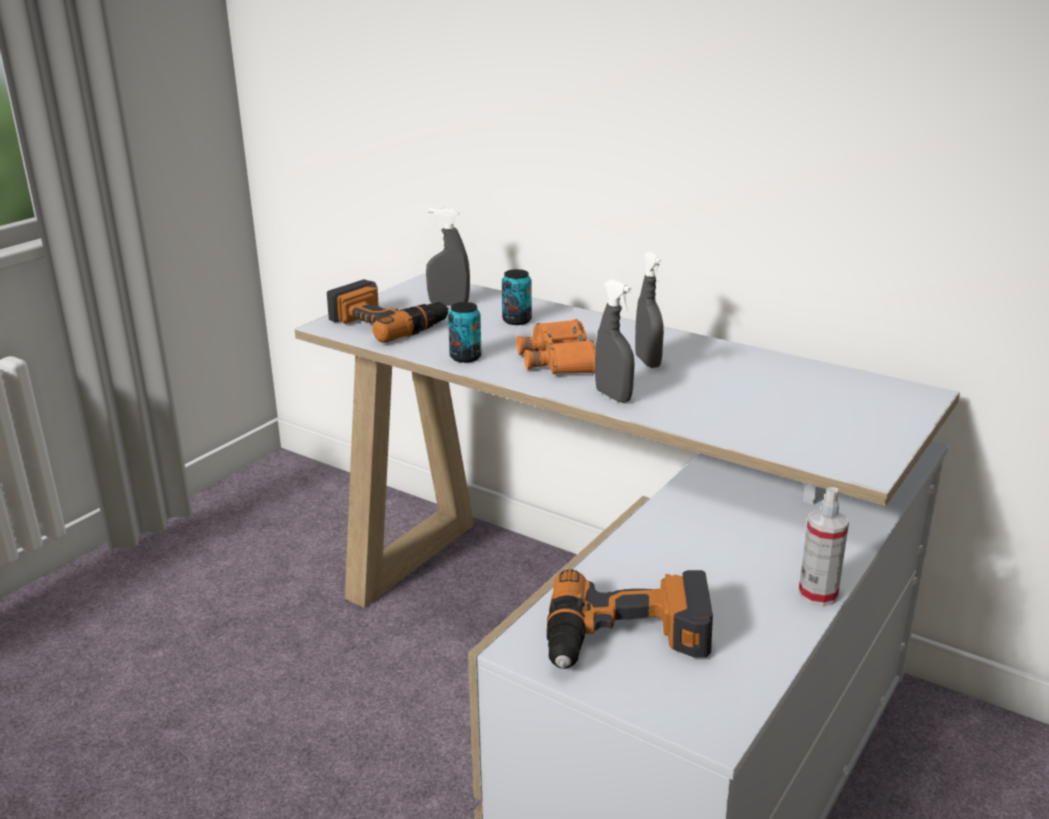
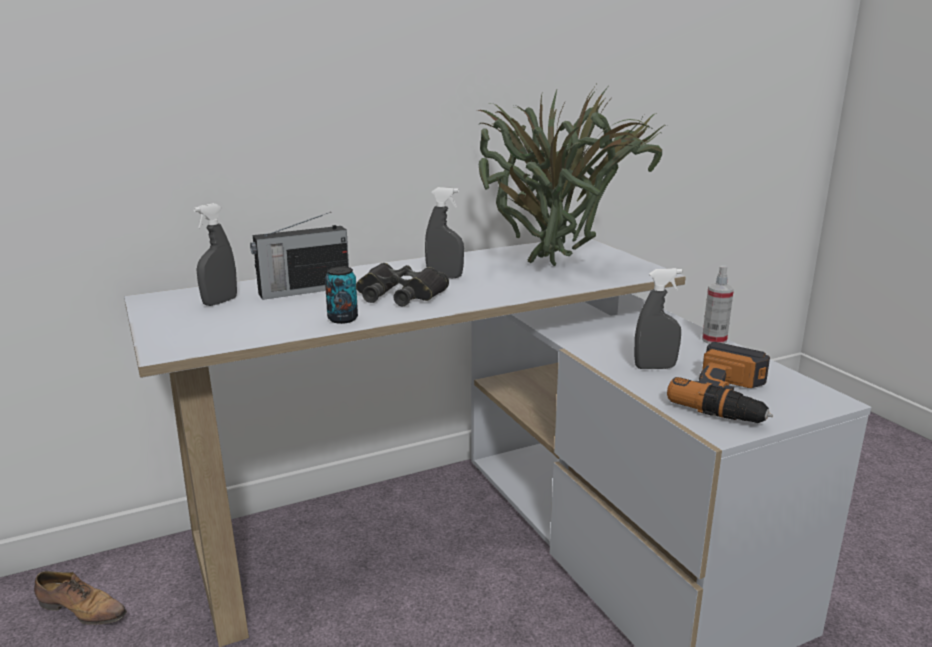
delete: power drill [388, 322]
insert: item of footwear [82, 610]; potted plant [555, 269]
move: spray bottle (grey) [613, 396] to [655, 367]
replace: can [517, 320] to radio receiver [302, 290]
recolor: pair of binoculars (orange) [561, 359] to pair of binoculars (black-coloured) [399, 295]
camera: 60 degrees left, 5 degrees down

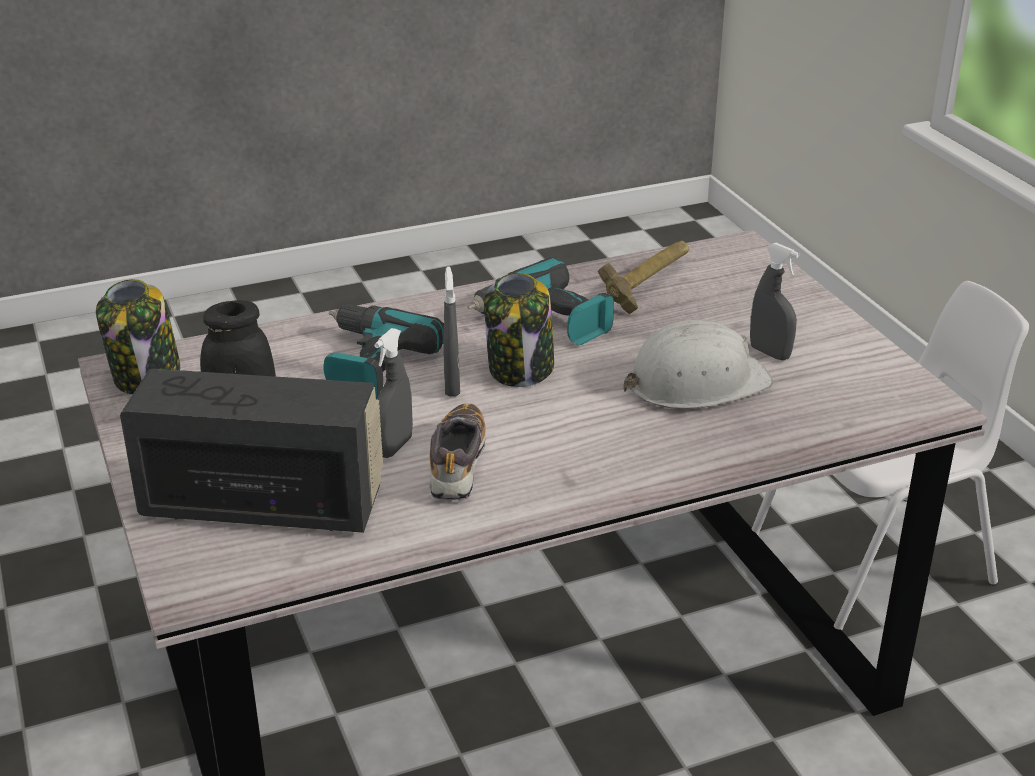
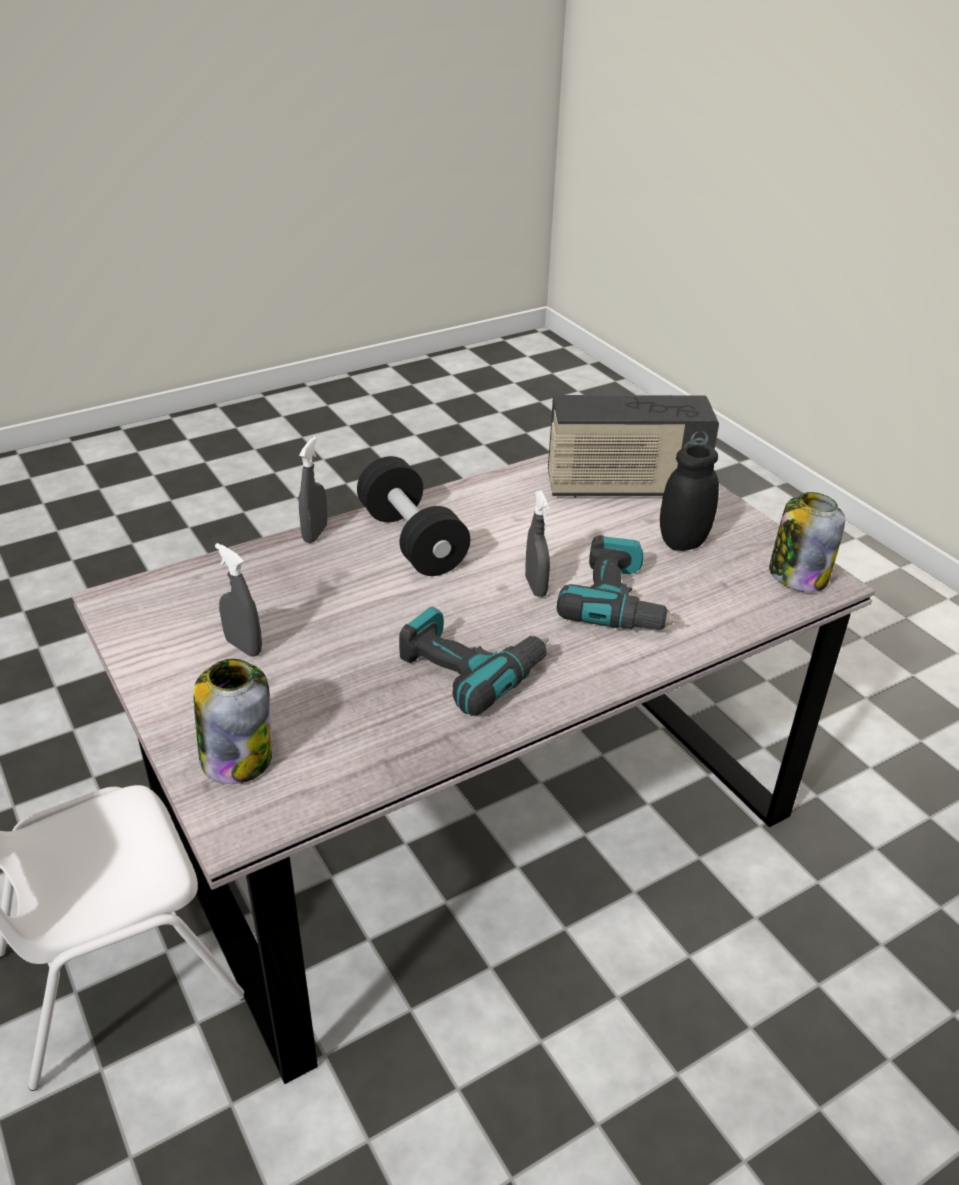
delete: item of footwear [457, 466]; tool hammer [648, 287]; safety helmet (whitish) [695, 383]
insert: free weight (black-coloured) [412, 540]
move: jar [521, 369] to [237, 756]; spray bottle (grey) [394, 447] to [315, 533]
camera: 170 degrees right, 5 degrees up

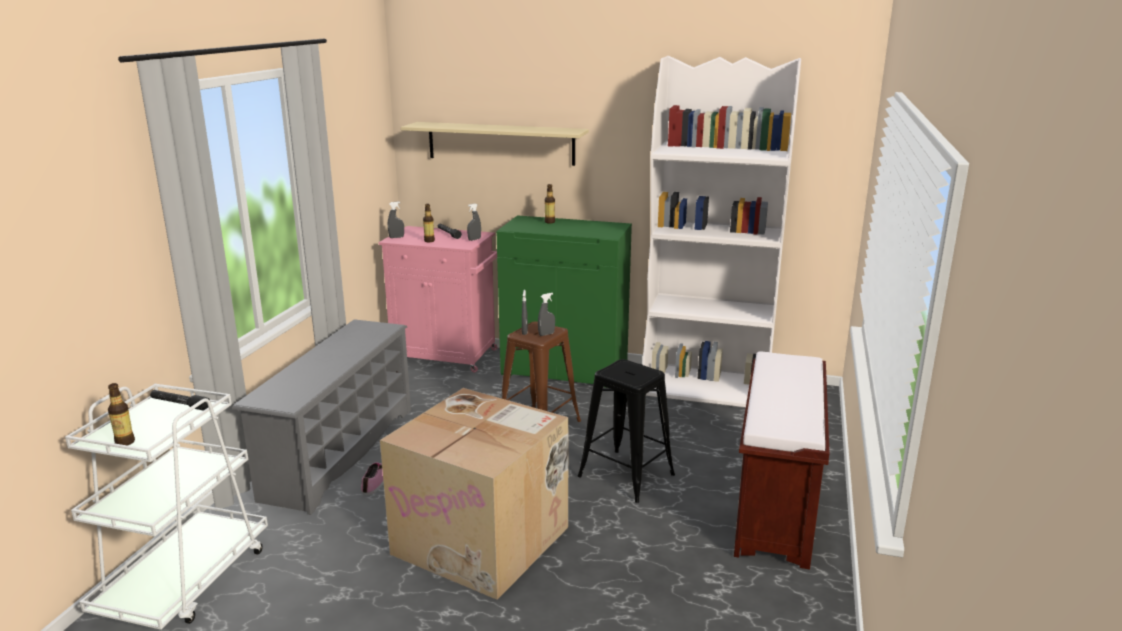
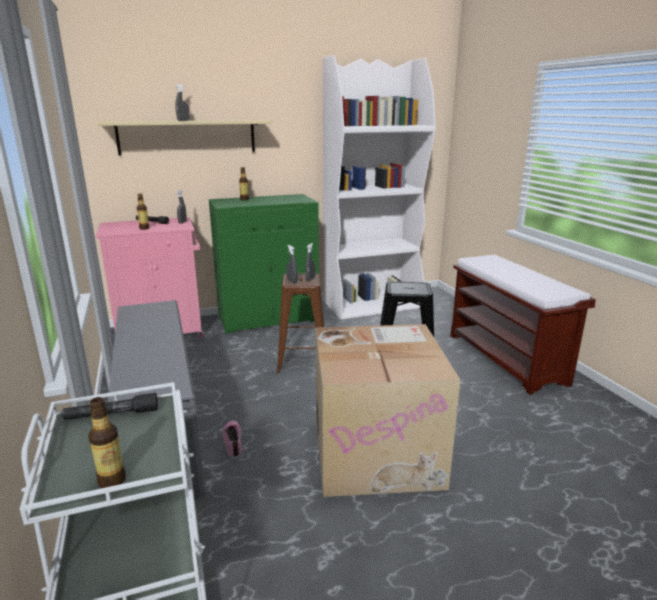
move: spray bottle (grey) [396, 237] to [183, 120]
camera: 35 degrees left, 0 degrees up

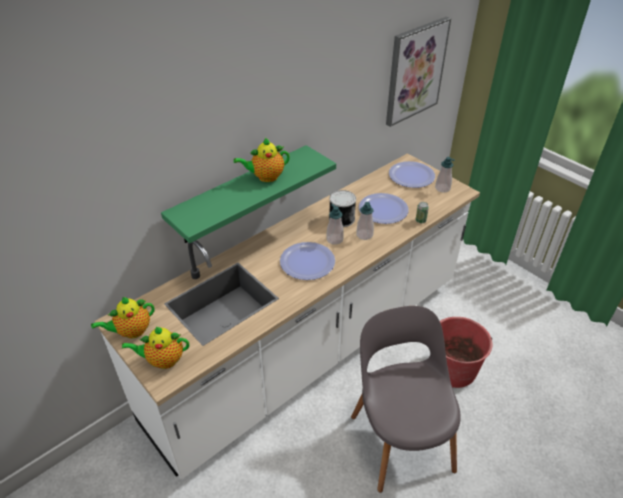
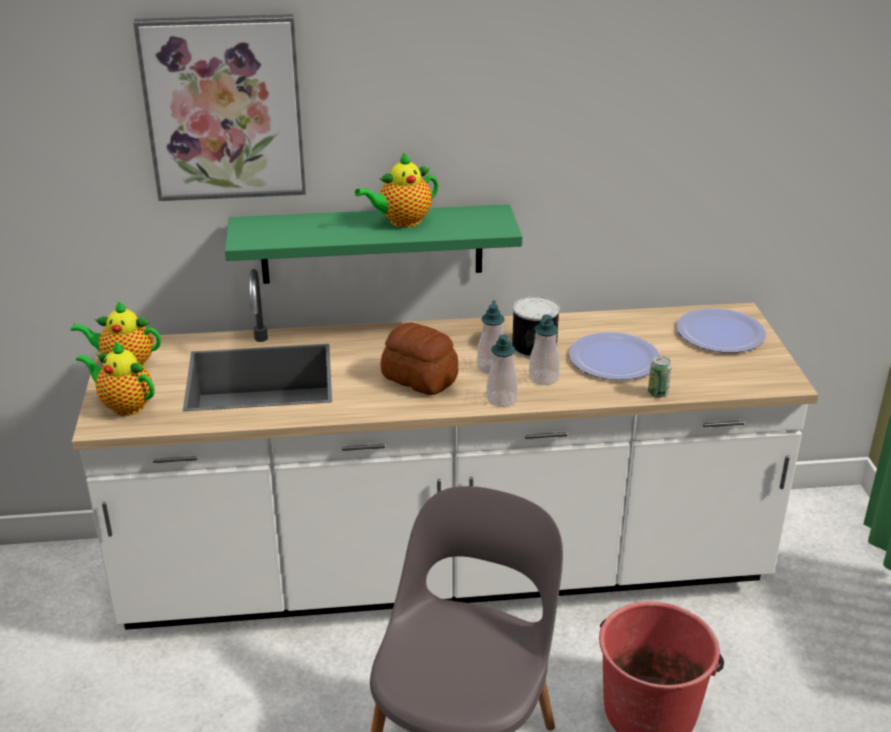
move: picture [415, 71] to [224, 108]; soap bottle [442, 188] to [501, 399]
replace: flat dish [307, 262] to bakery bread [419, 377]
rotate: tea pot [265, 177] = [402, 221] 45 degrees counterclockwise
camera: 35 degrees right, 10 degrees down

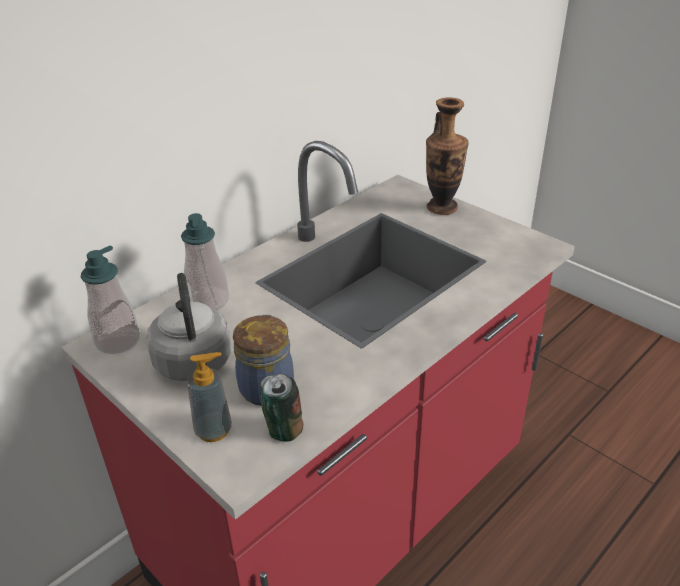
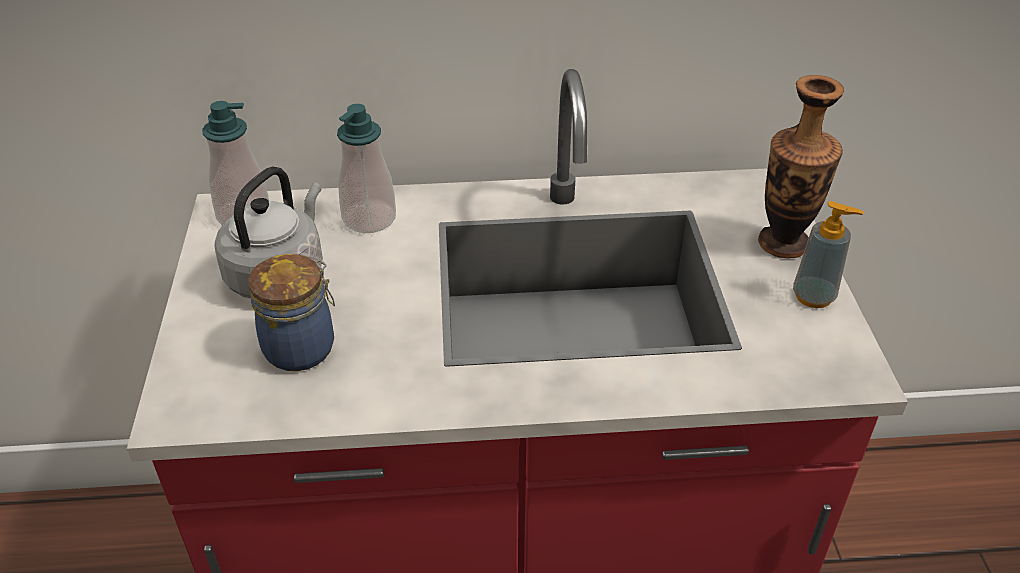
delete: can [283, 430]
move: soap bottle [213, 430] to [813, 296]
camera: 40 degrees right, 5 degrees up

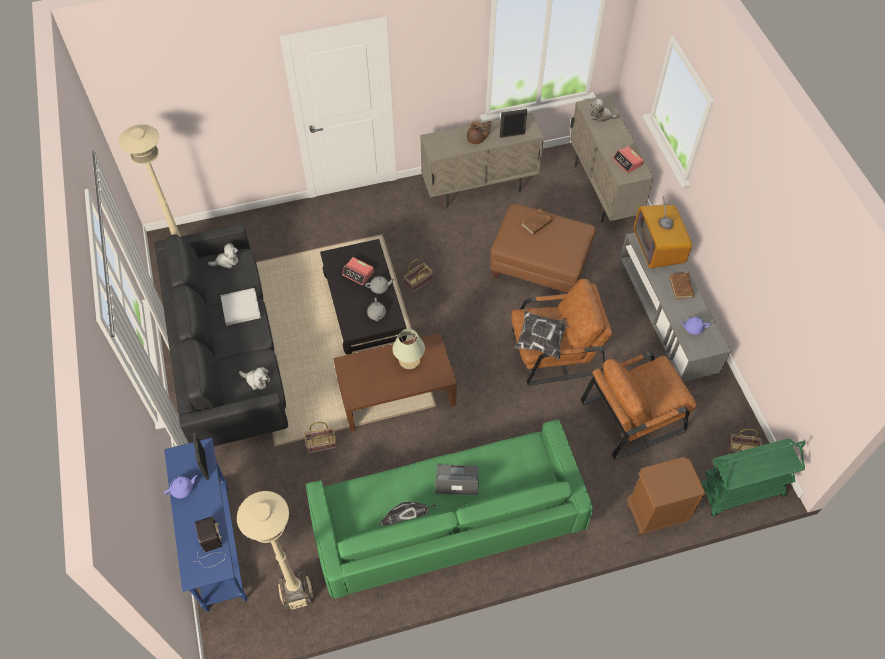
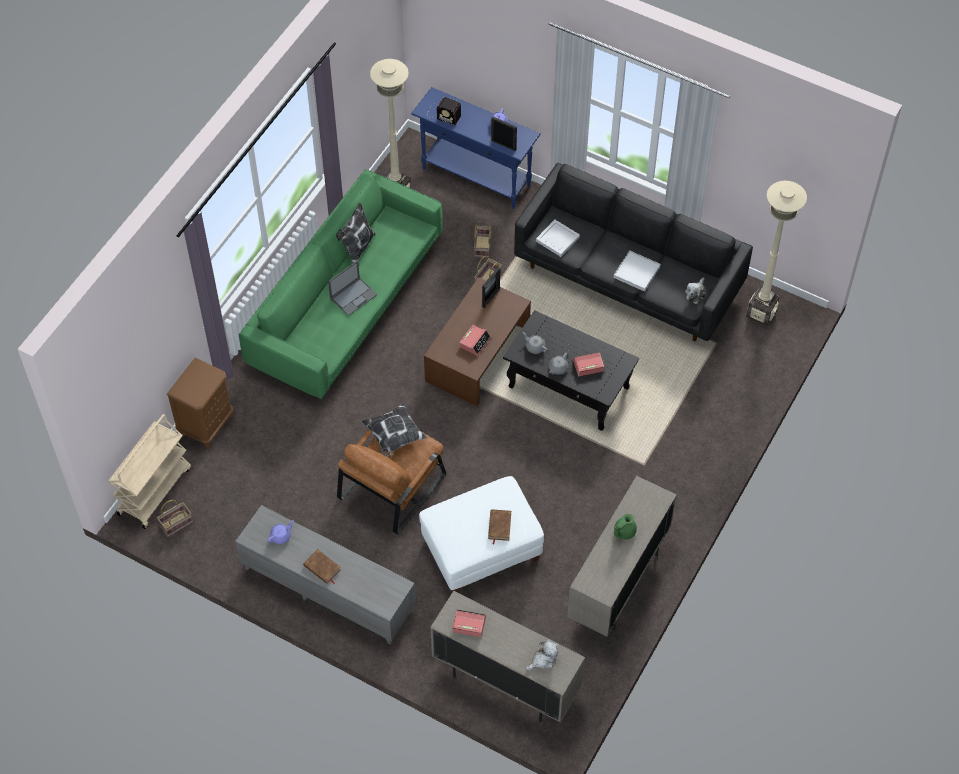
delete: lounge chair (brownish) [634, 415]; TV [658, 248]
move: storage basket [418, 283] to [482, 246]; photo frame [512, 135] to [491, 297]
replace: lamp for a table (sand-coloured) [409, 360] to table clock [475, 342]; soft toy [257, 380] to carrying tray (whitish) [558, 239]
recolor: trolley (green) [740, 491] to trolley (sand-coloured) [154, 490]; footrest (brownish) [539, 267] to footrest (whitish) [481, 550]; tea pot (brownish) [476, 139] to tea pot (green) [623, 532]
camera: 135 degrees right, 0 degrees up

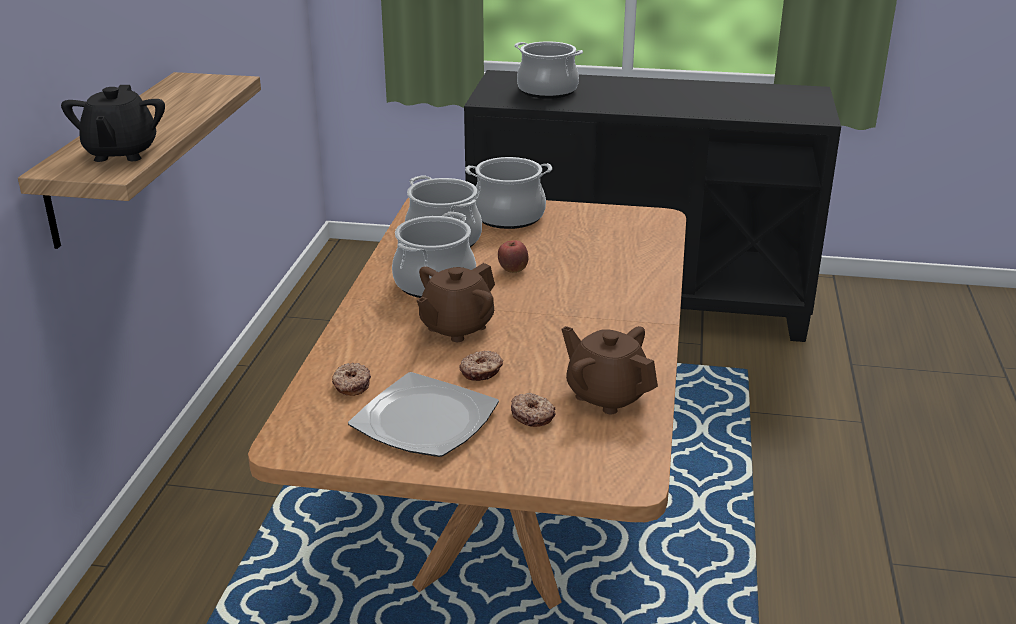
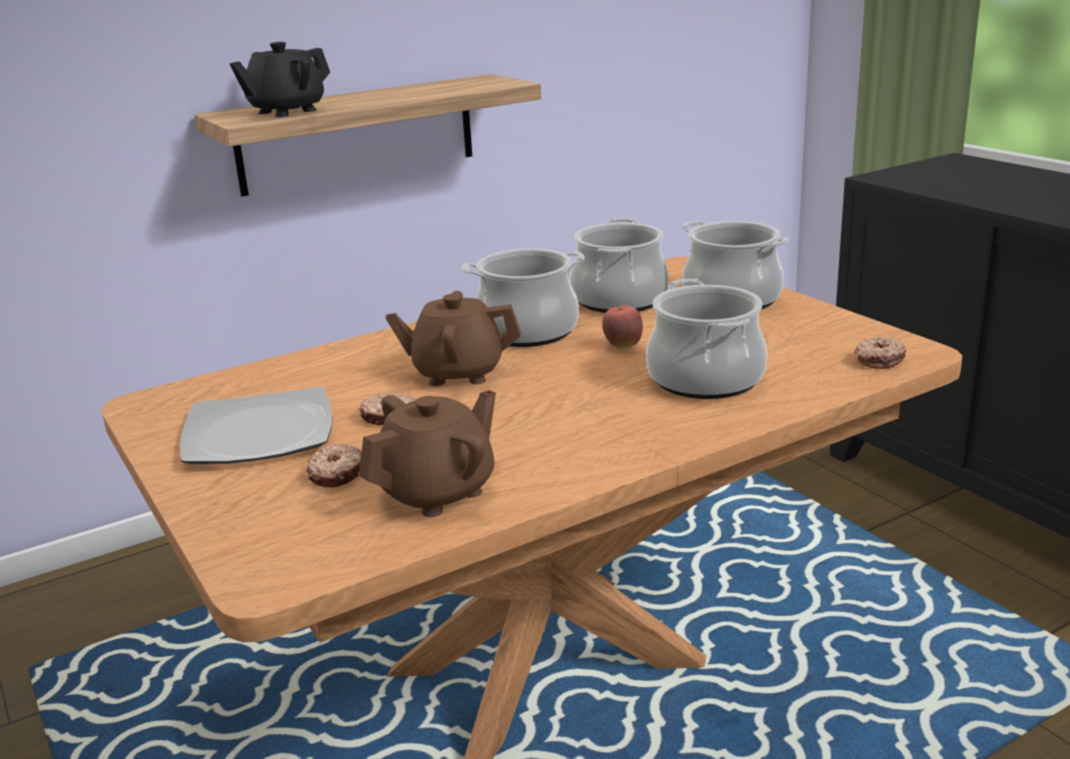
move: cooking pot [547, 91] to [706, 379]; doughnut [351, 385] to [878, 360]
rotate: tea pot (brownish) [607, 395] = [437, 492] 45 degrees clockwise
camera: 50 degrees right, 5 degrees down

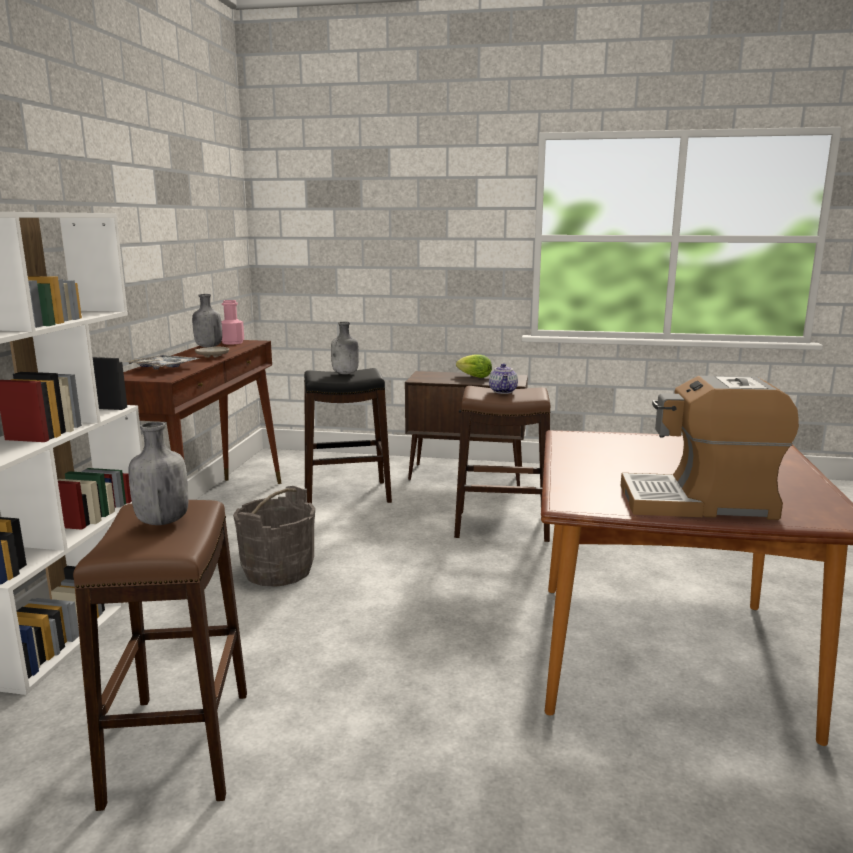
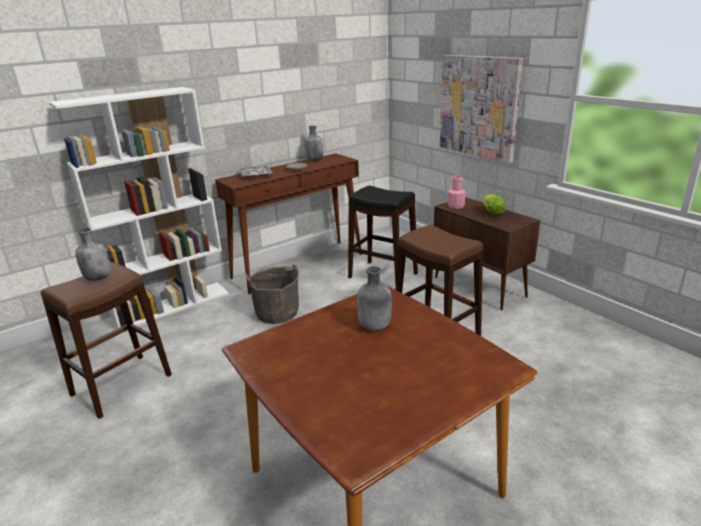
delete: tea pot [503, 391]; coffee maker [699, 502]
insert: picture [479, 106]
move: bottle (grey) [345, 373] to [374, 326]; bottle (pink) [232, 342] to [456, 206]
camera: 45 degrees right, 10 degrees up

